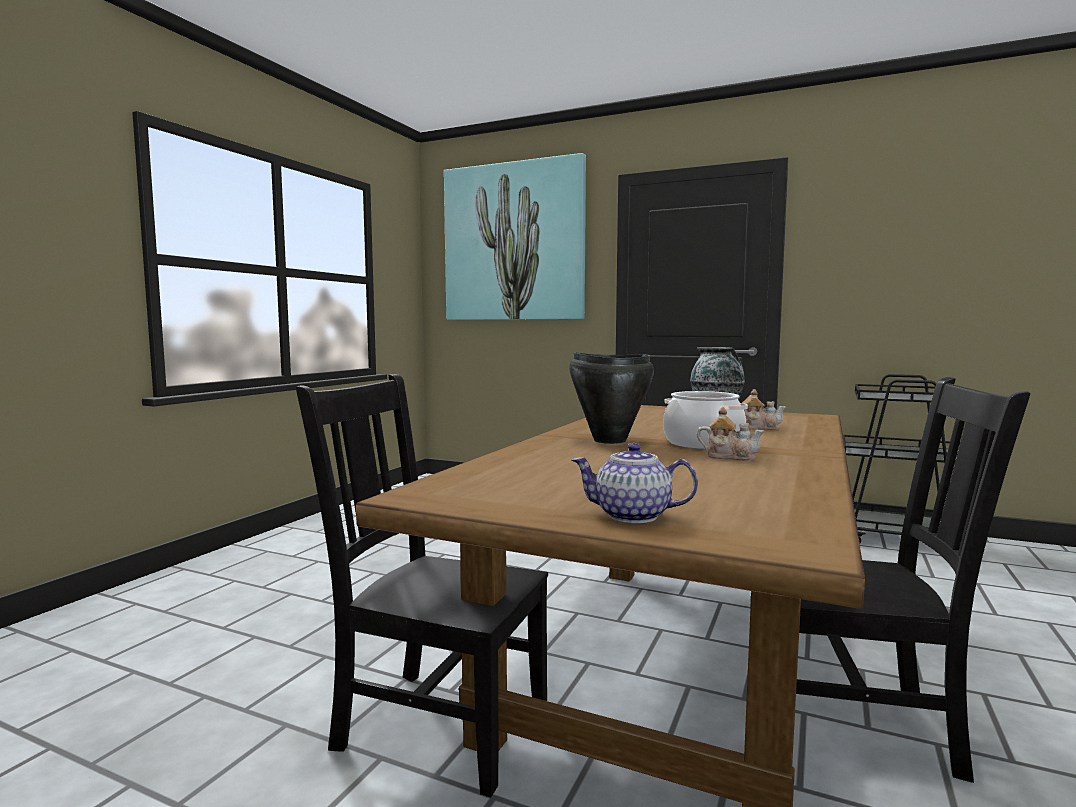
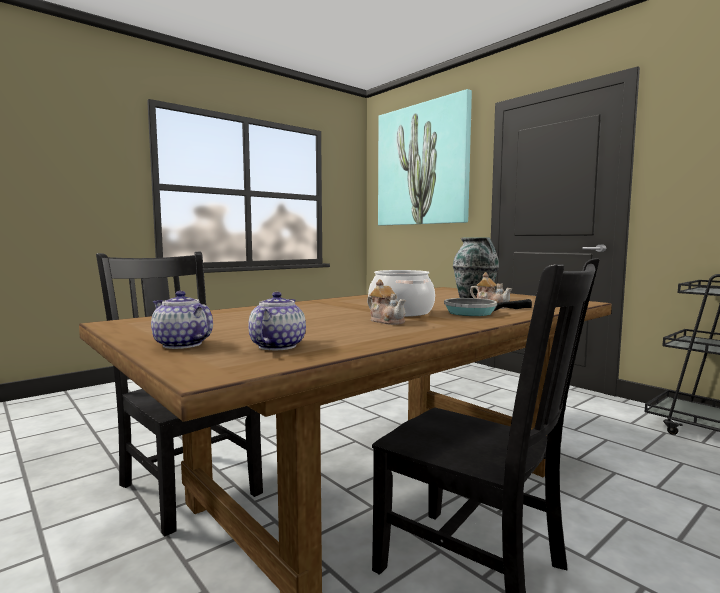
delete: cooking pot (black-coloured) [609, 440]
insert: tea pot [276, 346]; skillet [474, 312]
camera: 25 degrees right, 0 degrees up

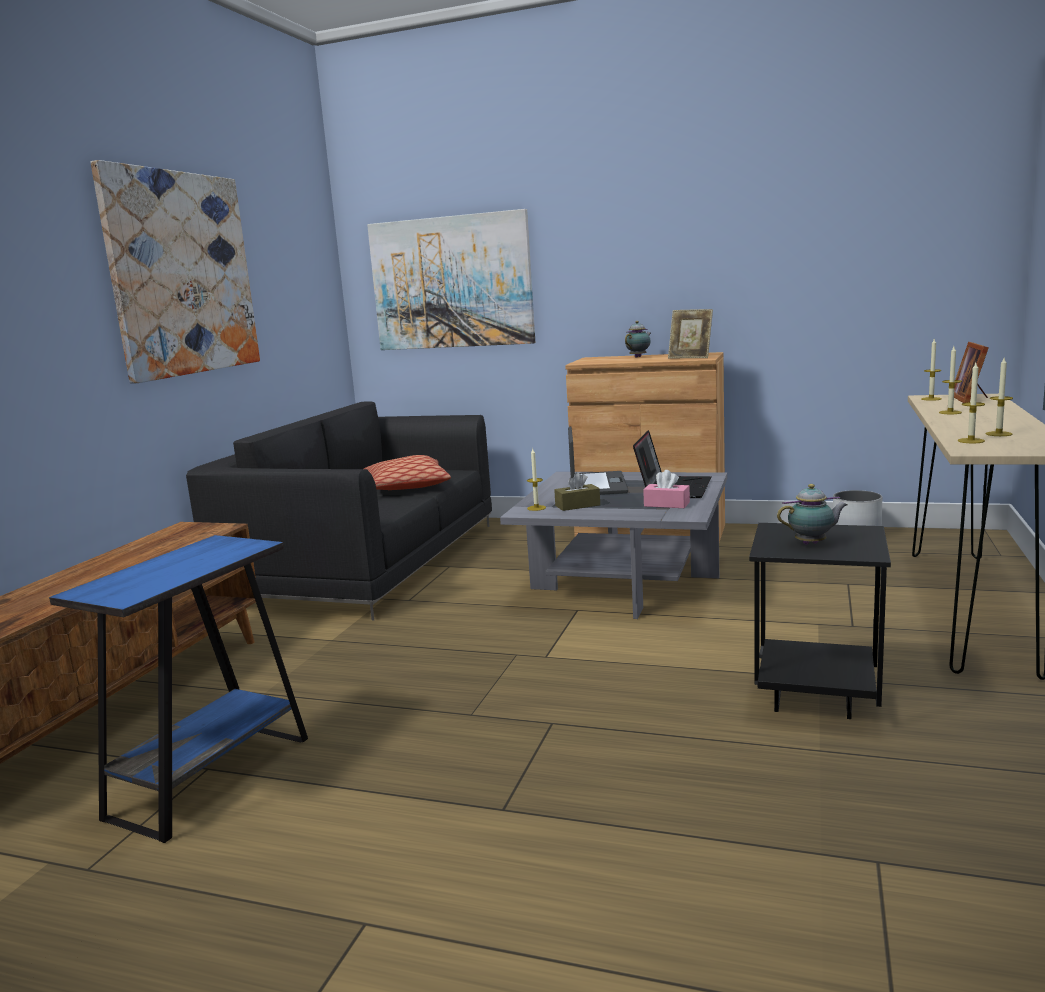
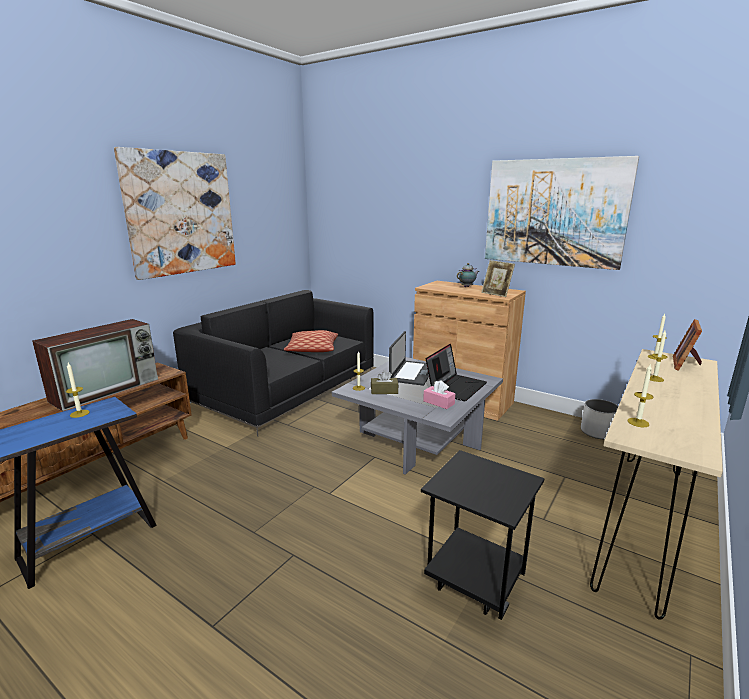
delete: tea pot [813, 543]
insert: TV [107, 389]
move: candle [998, 434] to [79, 413]; picture [451, 282] to [554, 212]
camera: 15 degrees right, 5 degrees up

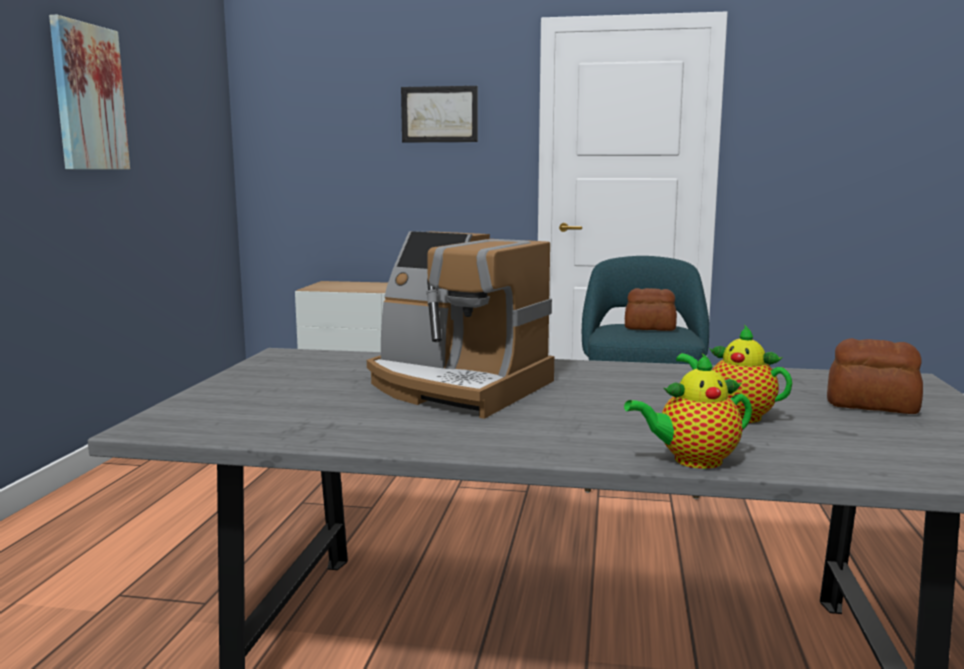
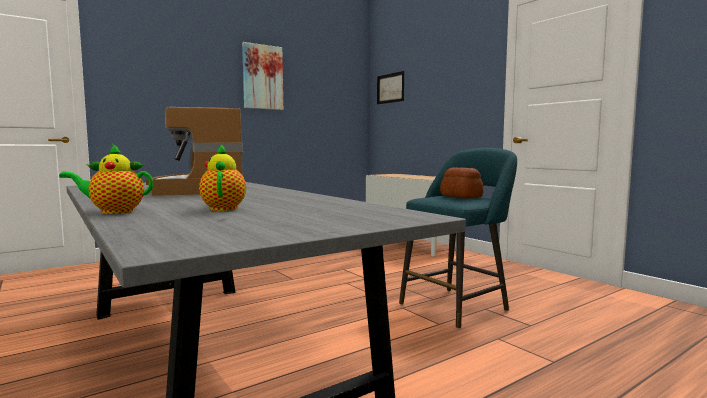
delete: bakery bread [873, 405]
move: picture [439, 114] to [390, 88]
rotate: tea pot [692, 461] = [114, 212] 45 degrees counterclockwise
camera: 45 degrees right, 5 degrees down

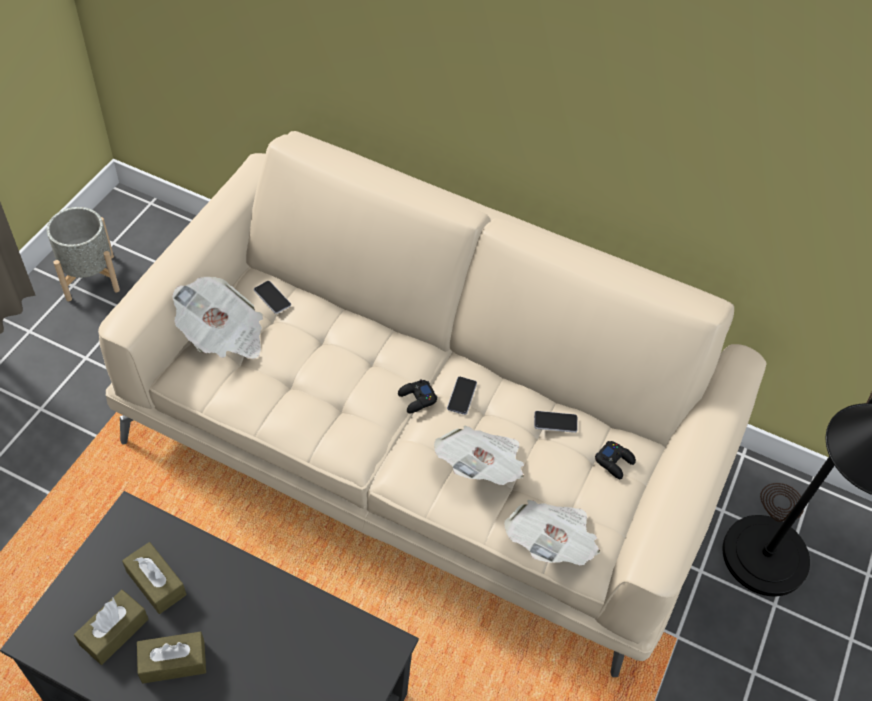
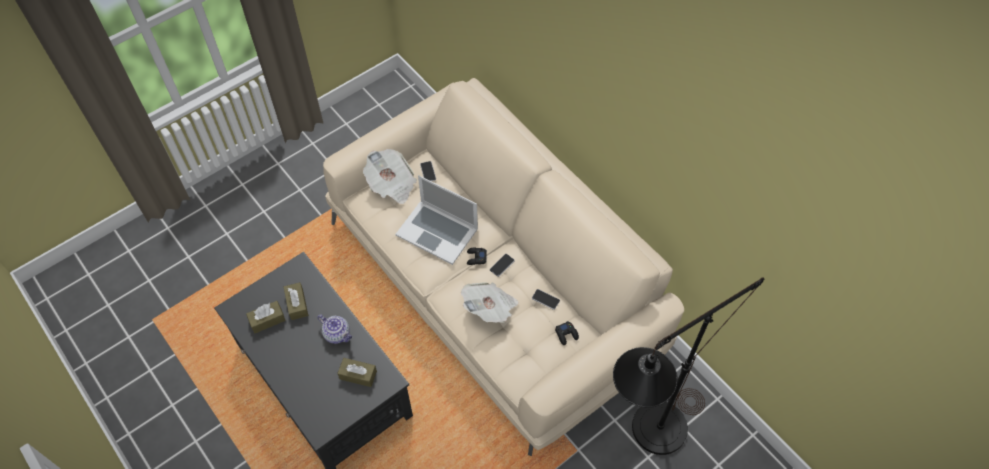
delete: plant pot (grey) [89, 277]; daily paper [551, 543]
insert: tea pot [338, 334]; portable computer [437, 231]
move: box of tissues (brownish) [173, 662] to [358, 375]
camera: 30 degrees right, 5 degrees up

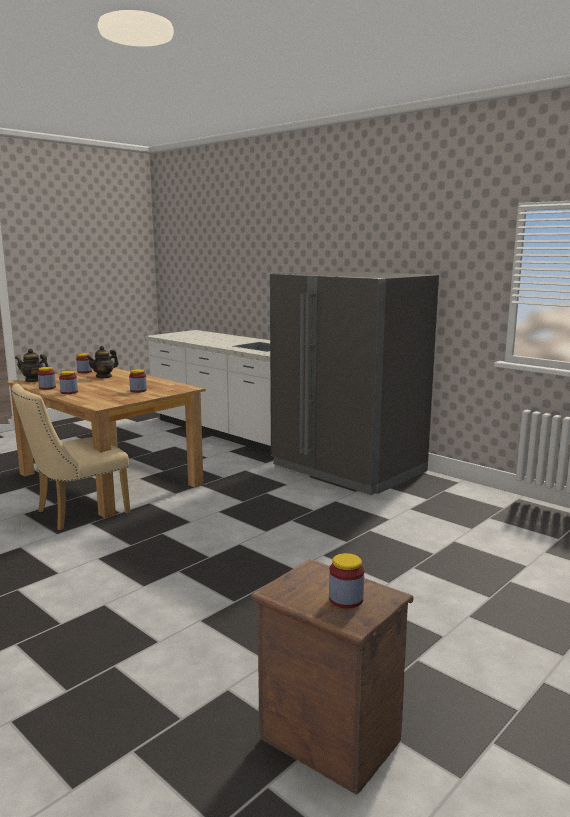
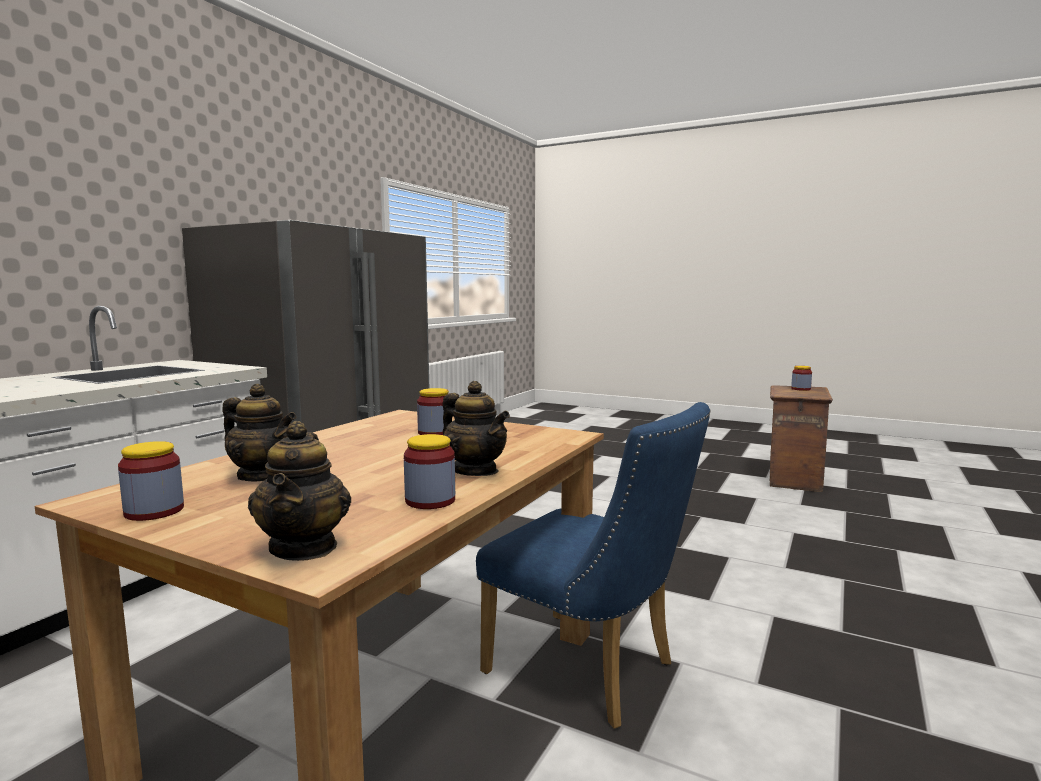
replace: jar [69, 392] to tea pot [475, 471]
recolor: chair (sand-coloured) [76, 513] to chair (bluish) [591, 673]
camera: 105 degrees left, 5 degrees down

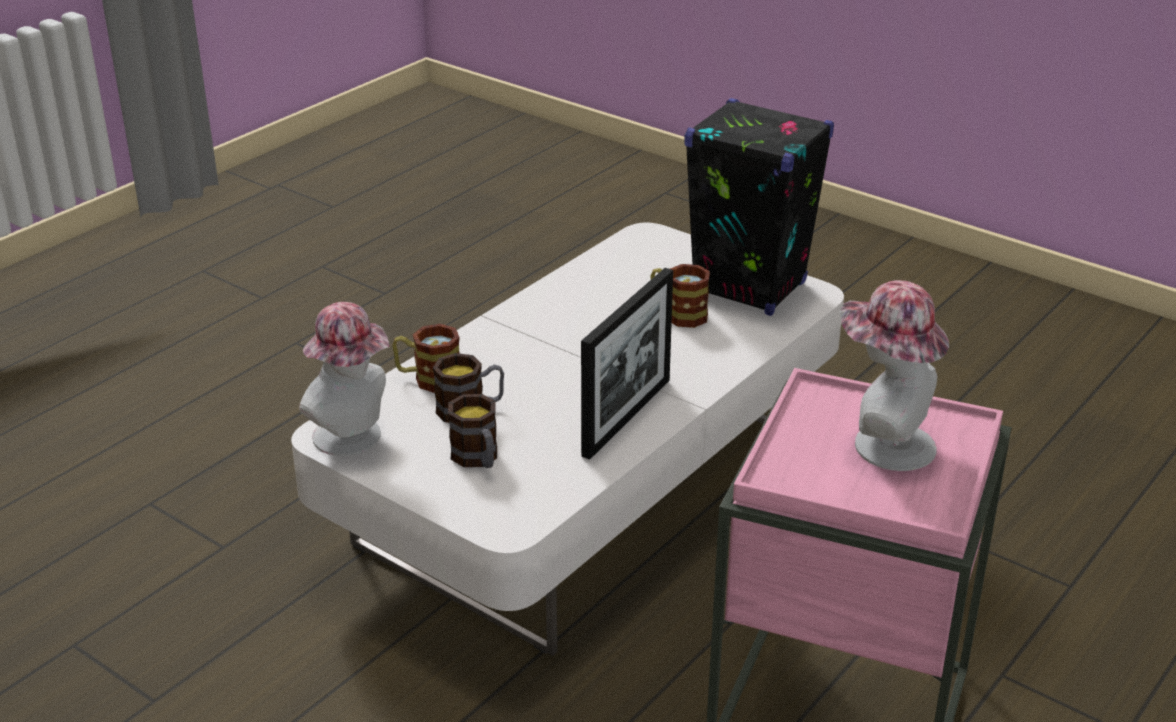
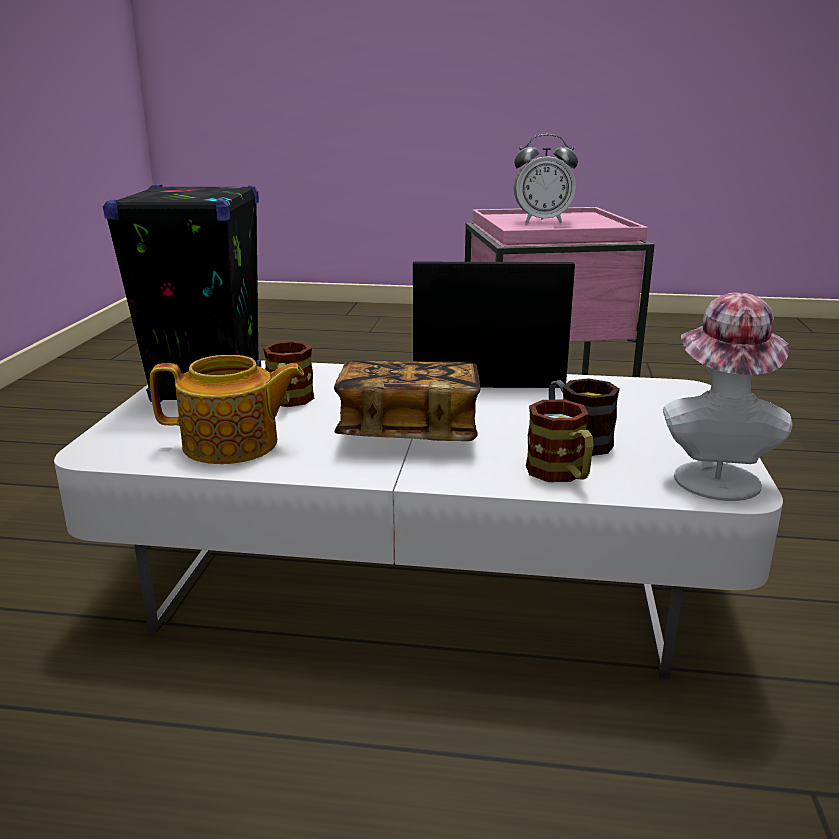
delete: coffee mug [478, 459]
insert: tea pot [233, 445]; book [409, 432]
replace: clothing hat [883, 443] to table clock [542, 221]
camera: 120 degrees left, 10 degrees down

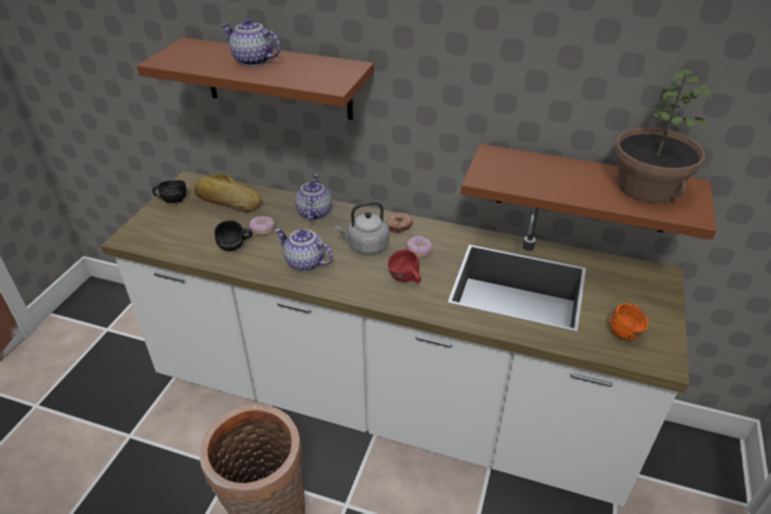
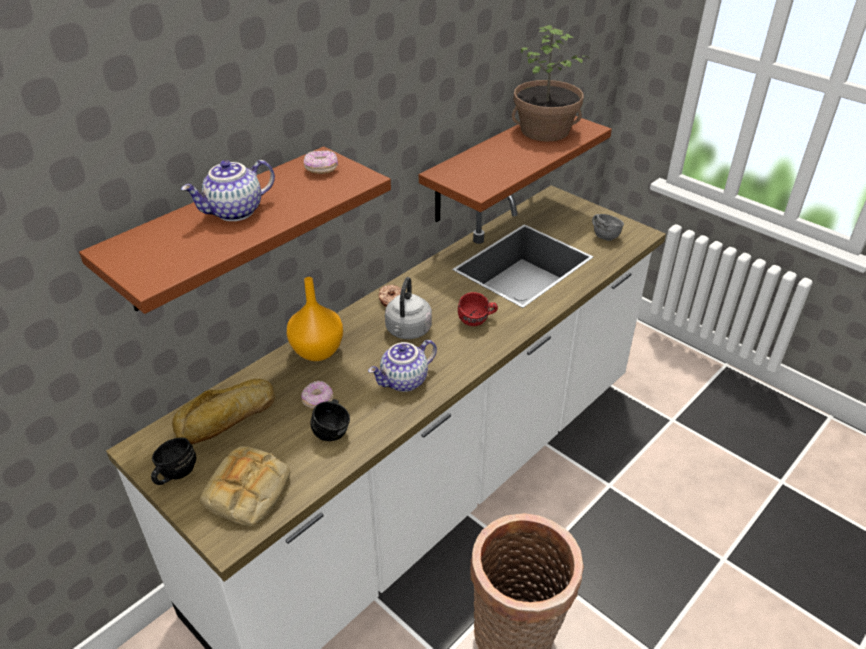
insert: bakery bread [248, 492]
move: doughnut [419, 251] to [321, 169]
replace: tea pot [313, 212] to flower vase (orange) [317, 352]
recolor: coffee mug (orange) [626, 331] to coffee mug (grey) [604, 235]
camera: 65 degrees left, 0 degrees up

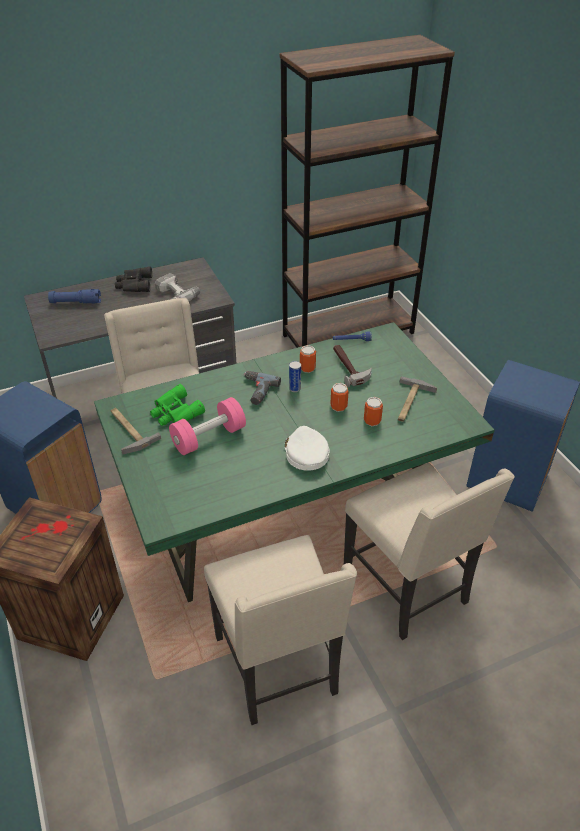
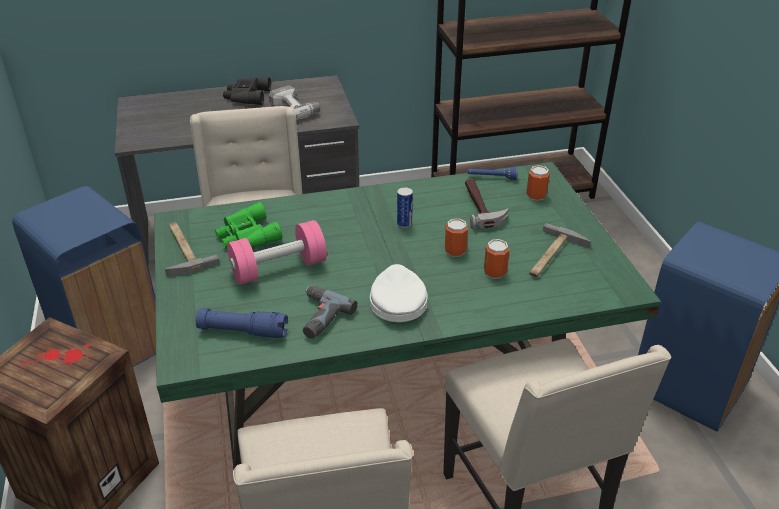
move: torch (bluish) [76, 302] to [243, 331]; power drill [256, 391] to [317, 317]; can [307, 368] to [536, 195]
camera: 10 degrees right, 5 degrees down

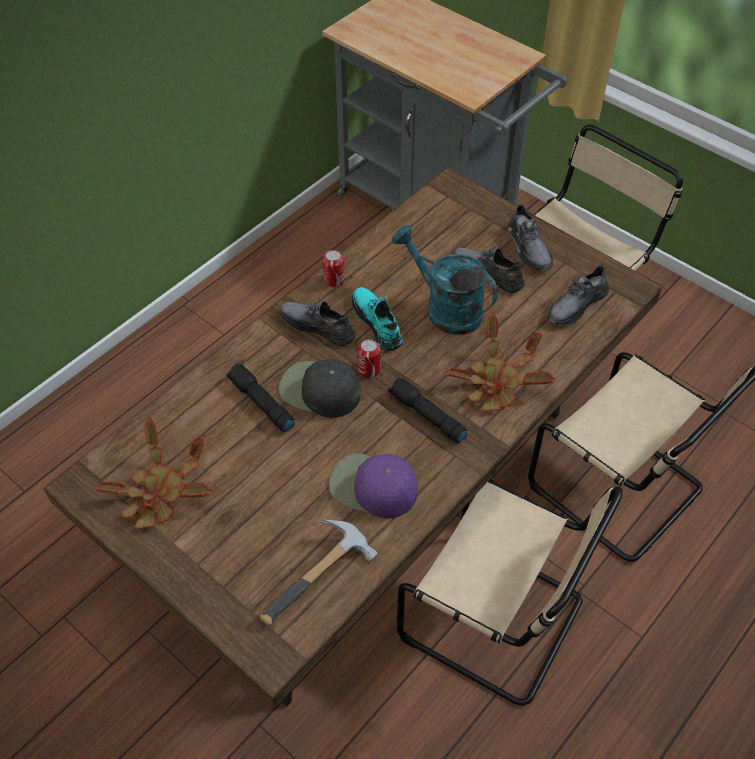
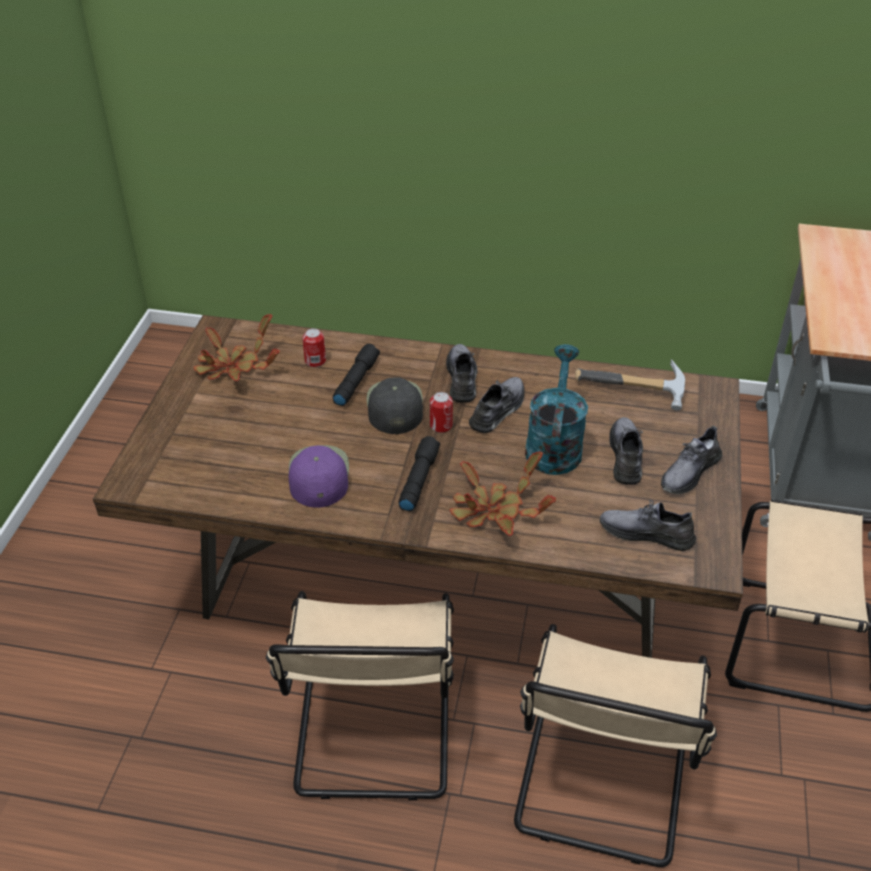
move: can [334, 280] to [315, 361]; tool hammer [321, 580] to [633, 393]
recolor: item of footwear (turquoise) [377, 322] to item of footwear (grey) [498, 410]
camera: 60 degrees right, 10 degrees down

